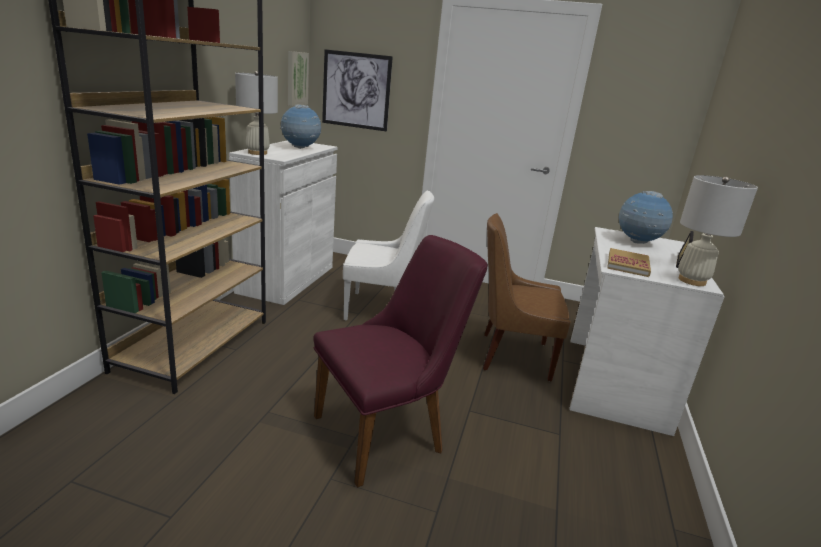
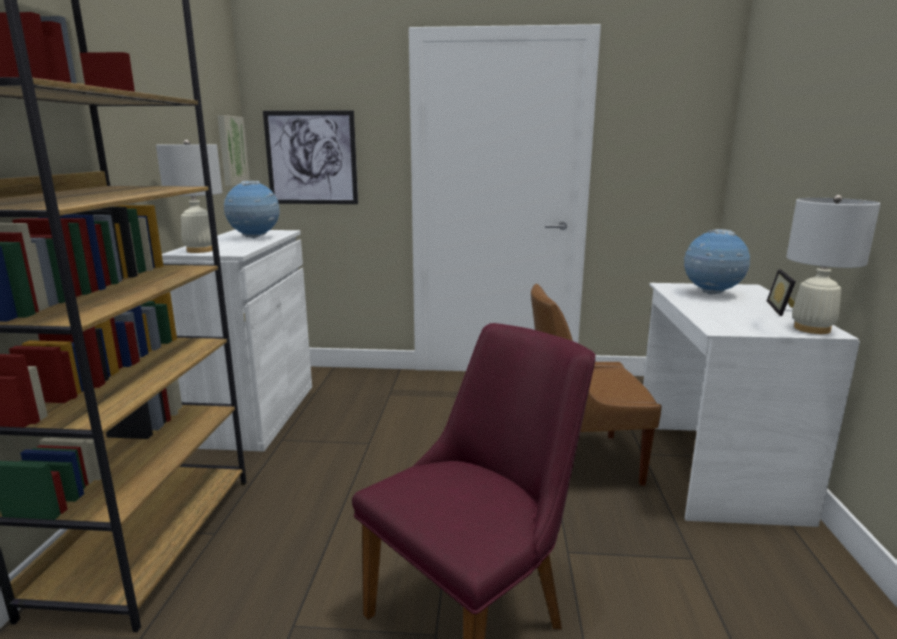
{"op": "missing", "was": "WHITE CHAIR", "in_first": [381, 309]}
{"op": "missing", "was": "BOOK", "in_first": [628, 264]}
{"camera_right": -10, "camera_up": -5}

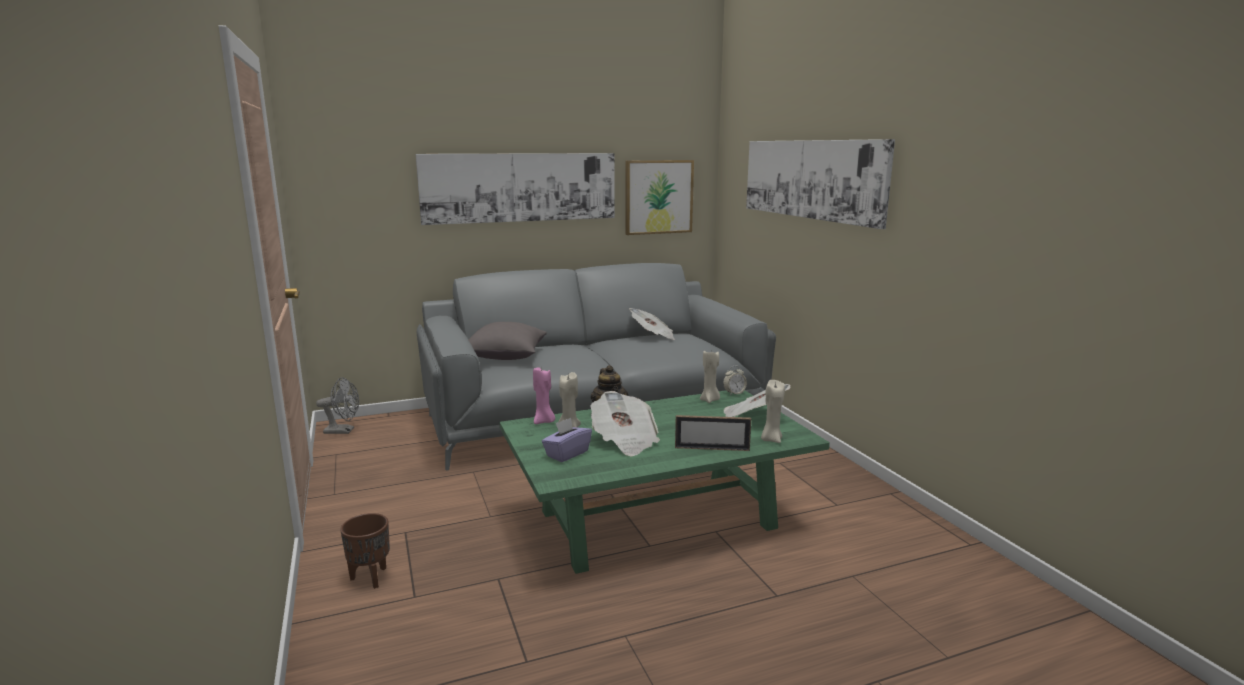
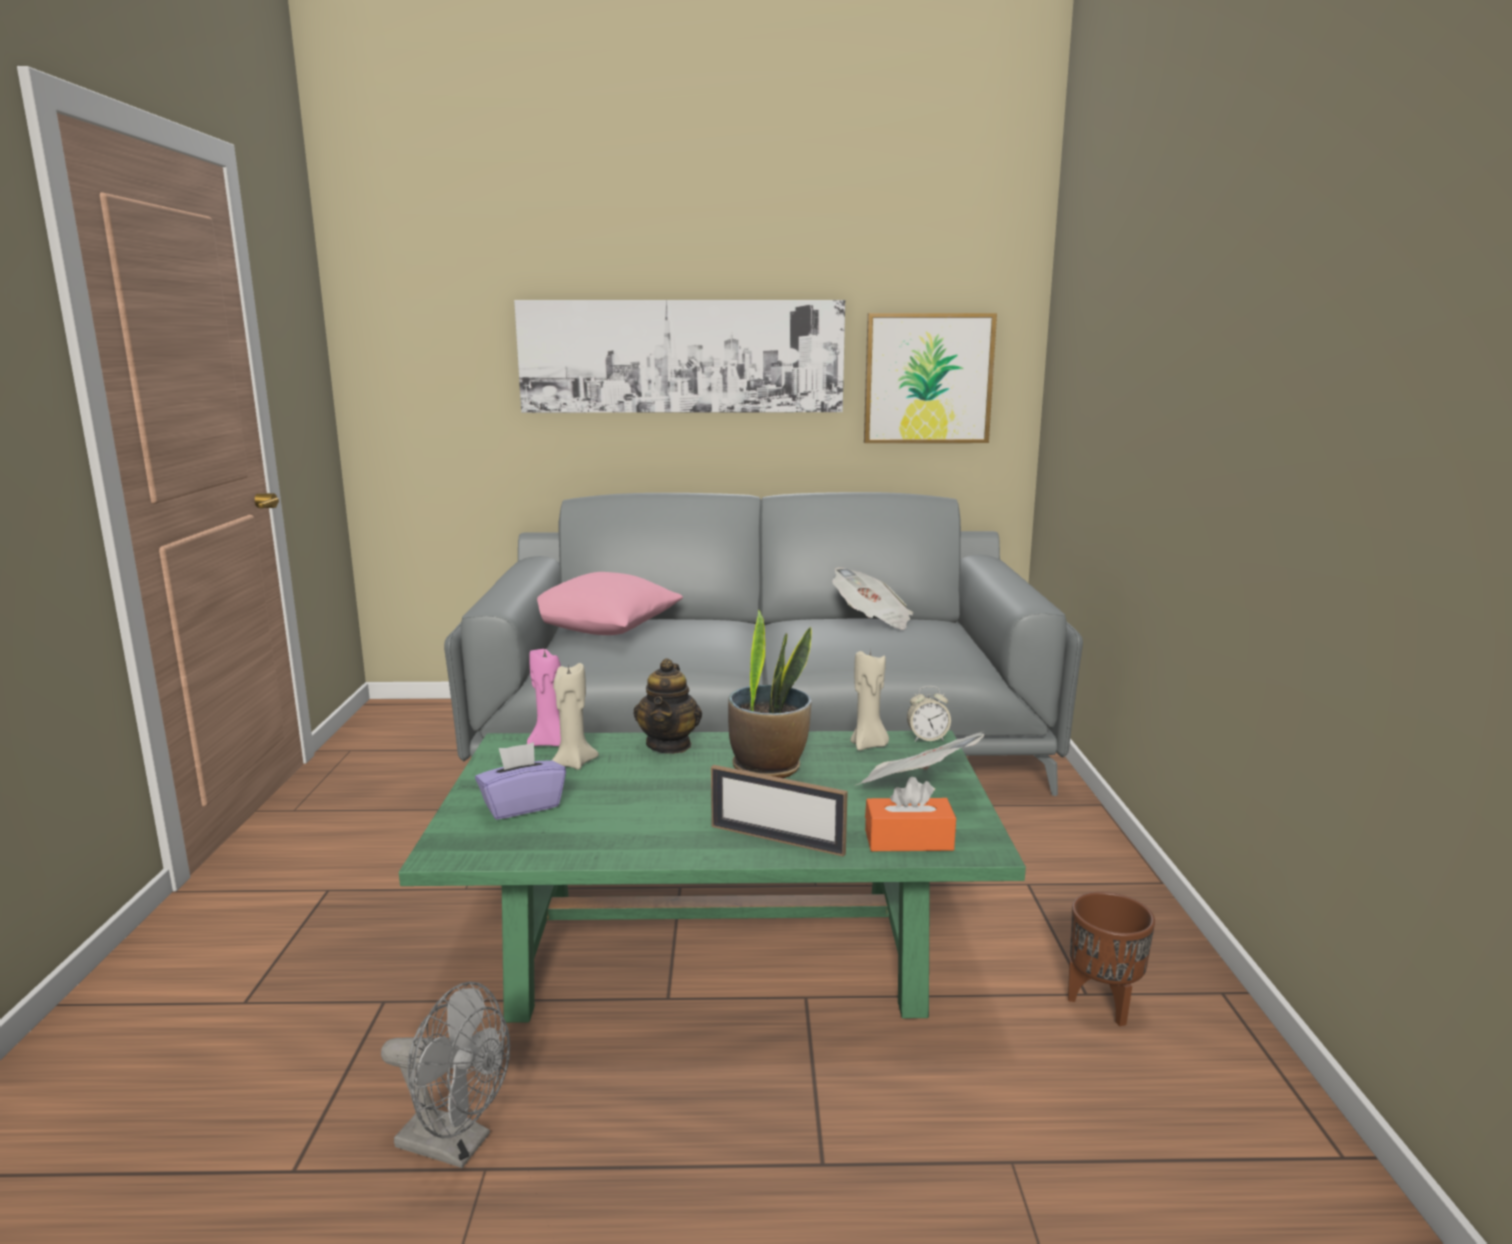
{"op": "relocated", "was": "GREY FAN", "in_first": [343, 431], "in_second": [456, 1144]}
{"op": "colour", "was": "GREY PILLOW", "now": "PINK PILLOW", "in_first": [505, 356], "in_second": [603, 629]}
{"op": "appeared", "now": "POTTED PLANT", "in_second": [768, 767]}
{"op": "exchanged", "was": "BEIGE CANDLE", "now": "ORANGE TISSUE BOX", "in_first": [771, 439], "in_second": [908, 840]}
{"op": "relocated", "was": "BROWN PLANTER", "in_first": [370, 578], "in_second": [1103, 1005]}
{"op": "missing", "was": "NEWSPAPER", "in_first": [624, 441]}
{"op": "missing", "was": "PICTURE", "in_first": [811, 179]}
{"camera_right": 20, "camera_up": 0}

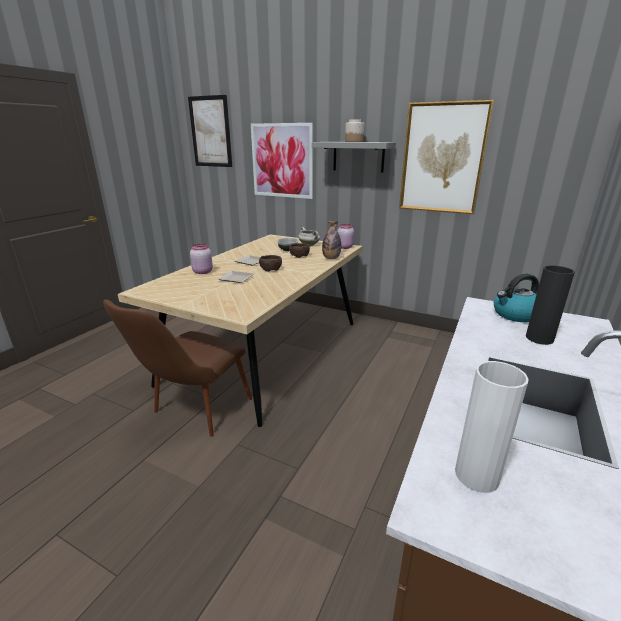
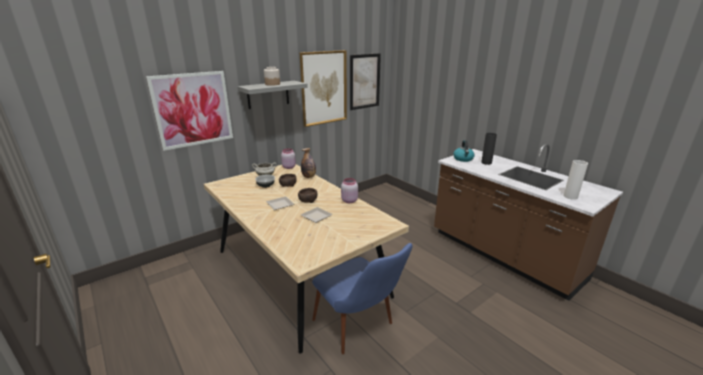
{"op": "colour", "was": "BROWN CHAIR", "now": "BLUE CHAIR", "in_first": [193, 414], "in_second": [360, 329]}
{"op": "relocated", "was": "PINK JAR", "in_first": [203, 272], "in_second": [349, 200]}
{"op": "relocated", "was": "PICTURE", "in_first": [210, 132], "in_second": [365, 81]}
{"camera_right": -65, "camera_up": 0}

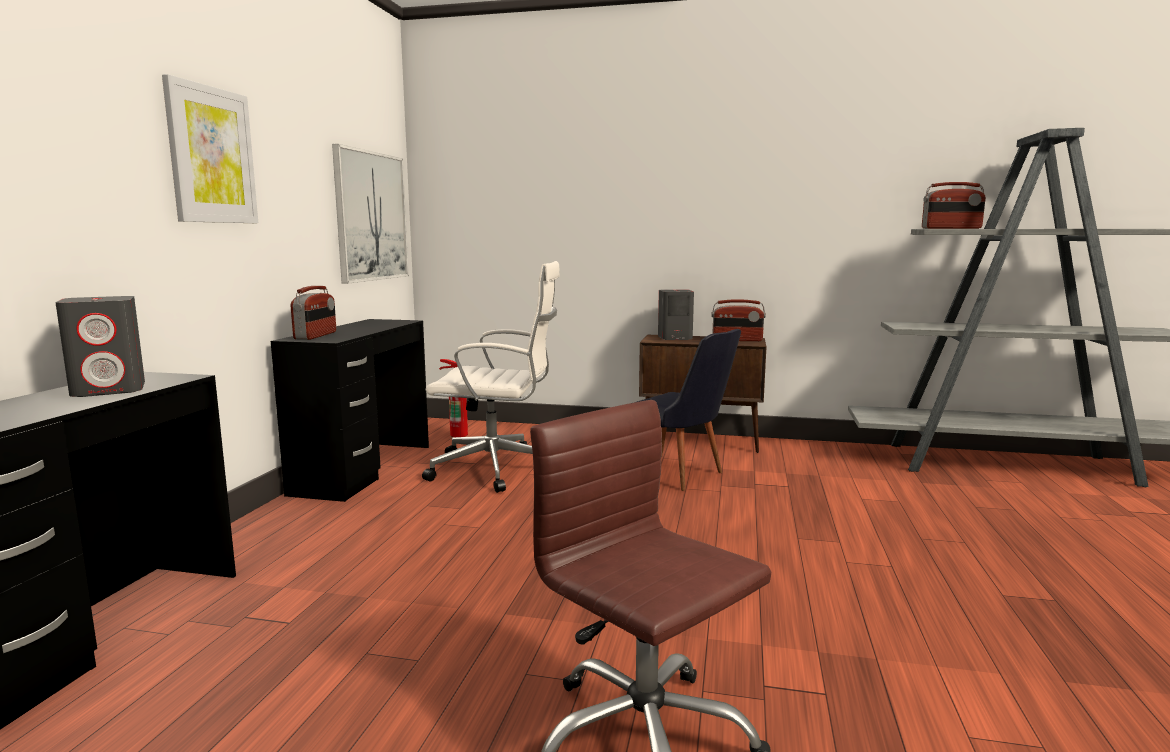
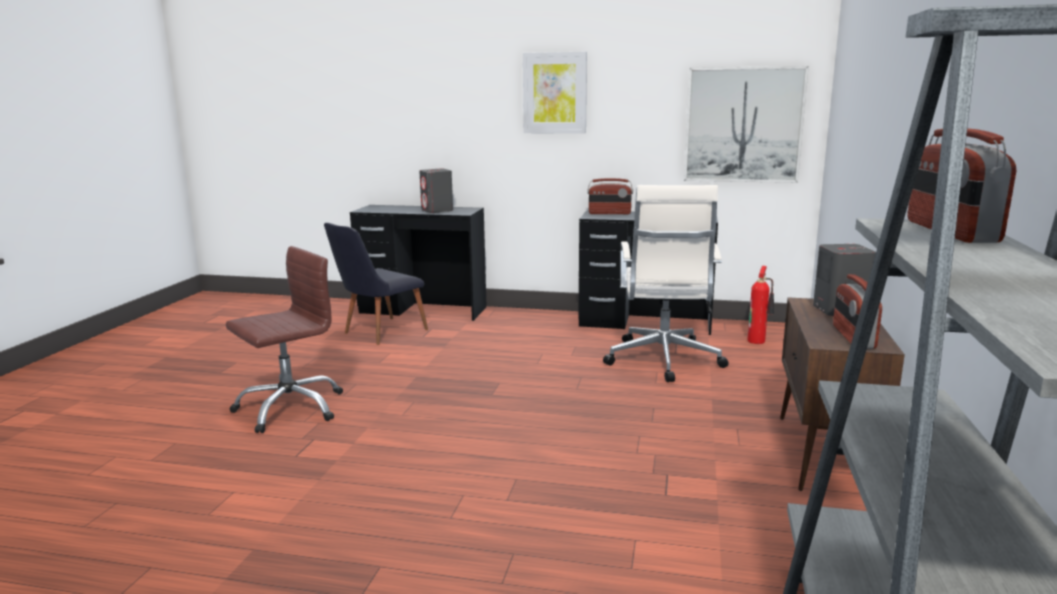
{"op": "relocated", "was": "BLACK CHAIR", "in_first": [678, 475], "in_second": [378, 333]}
{"camera_right": 90, "camera_up": 5}

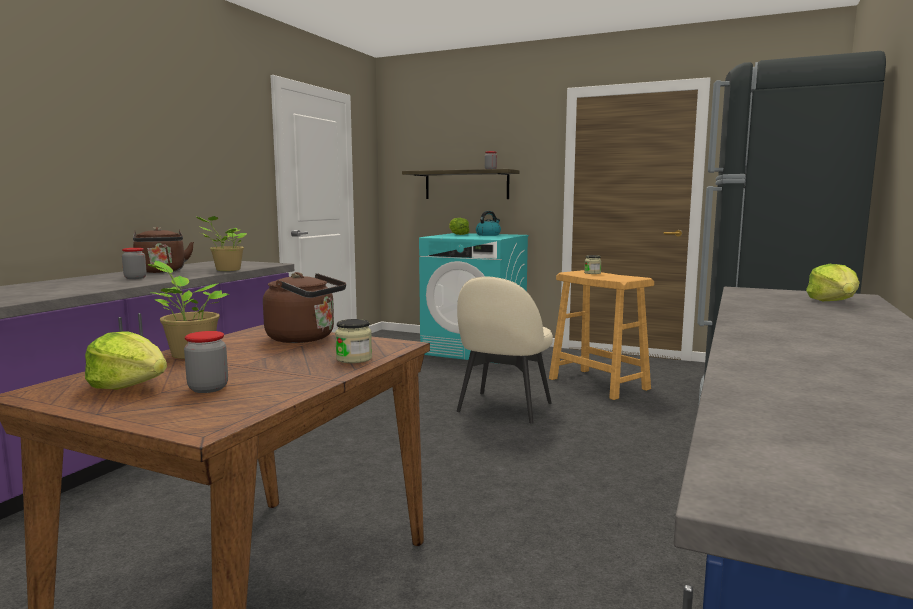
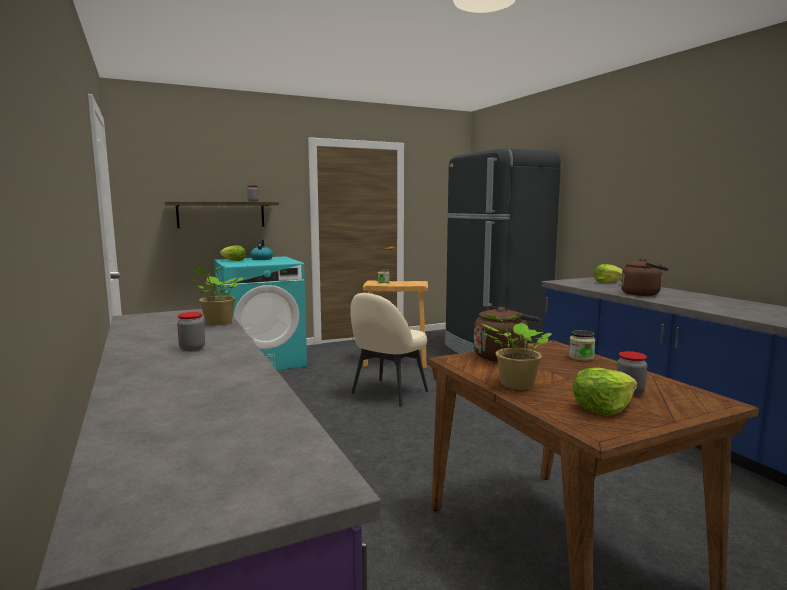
{"op": "spun", "was": "BEIGE CHAIR", "in_first": [503, 408], "in_second": [388, 393], "clockwise": 60}
{"op": "relocated", "was": "BROWN KETTLE", "in_first": [161, 271], "in_second": [642, 294]}
{"camera_right": -50, "camera_up": 0}

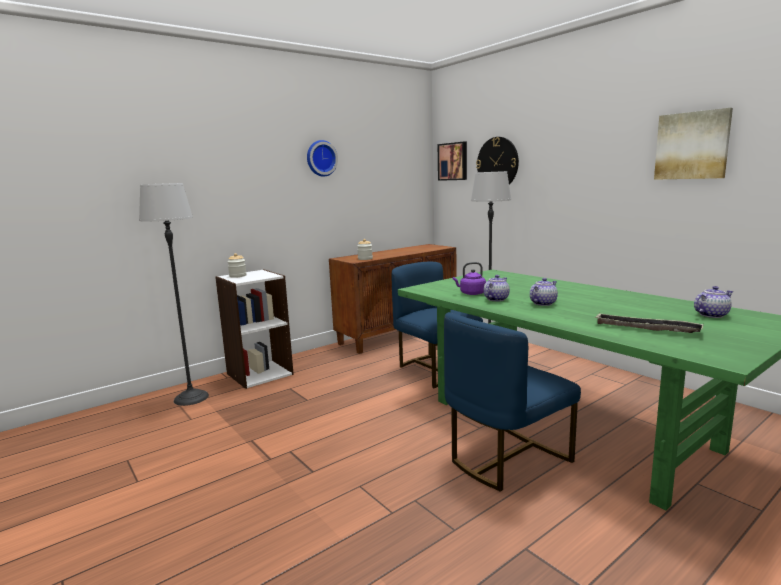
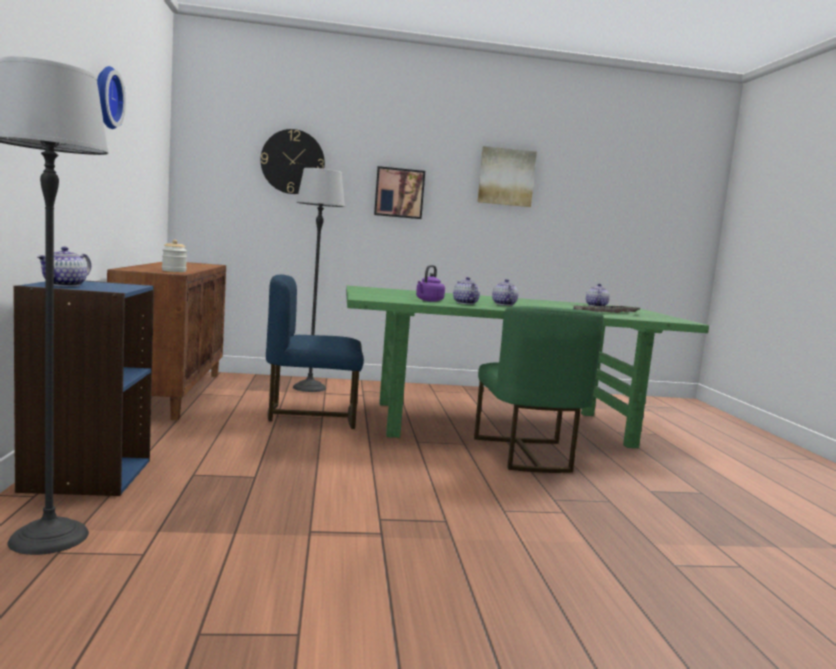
{"op": "colour", "was": "WHITE BOOKCASE", "now": "BLUE BOOKCASE", "in_first": [259, 374], "in_second": [86, 475]}
{"op": "exchanged", "was": "JAR", "now": "TEAPOT", "in_first": [238, 276], "in_second": [65, 285]}
{"op": "relocated", "was": "PICTURE", "in_first": [453, 161], "in_second": [399, 193]}
{"op": "colour", "was": "BLUE CHAIR", "now": "GREEN CHAIR", "in_first": [505, 458], "in_second": [527, 455]}
{"camera_right": -60, "camera_up": -5}

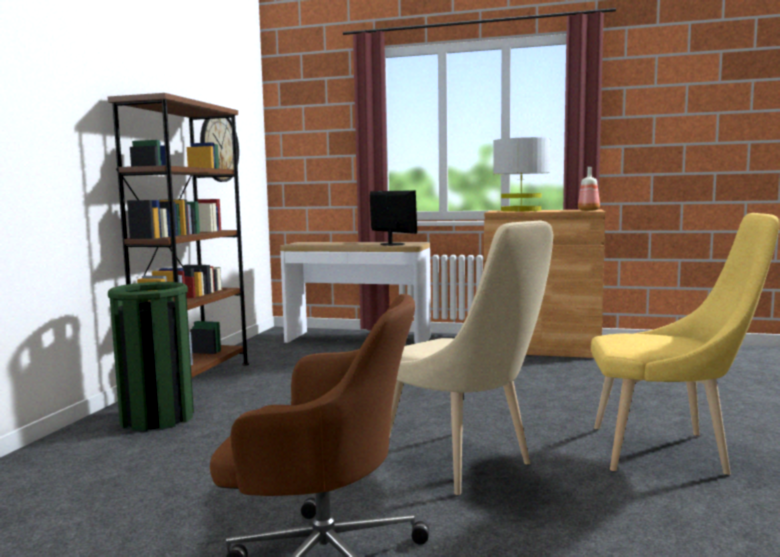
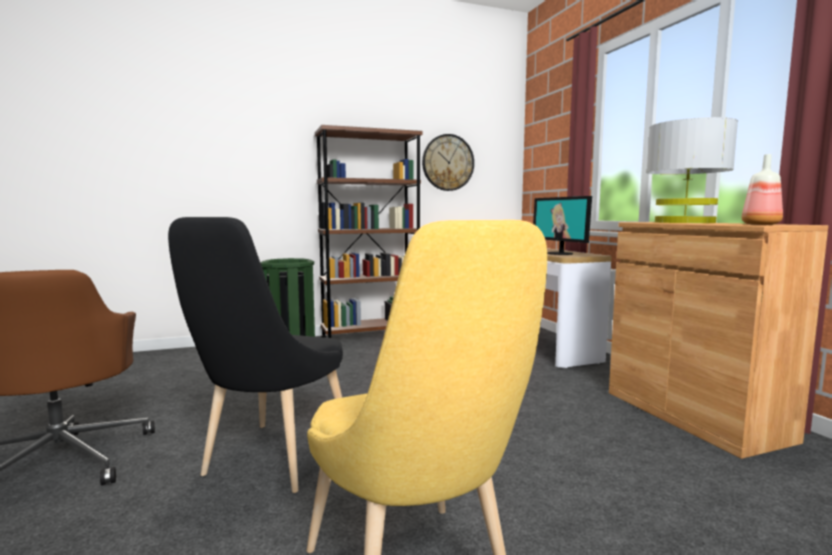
{"op": "colour", "was": "BEIGE CHAIR", "now": "BLACK CHAIR", "in_first": [463, 465], "in_second": [272, 461]}
{"op": "spun", "was": "MONITOR", "in_first": [391, 244], "in_second": [560, 253], "clockwise": 135}
{"camera_right": 55, "camera_up": 0}

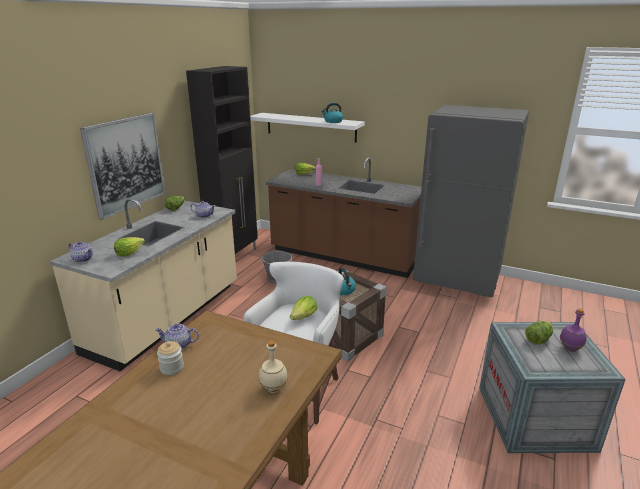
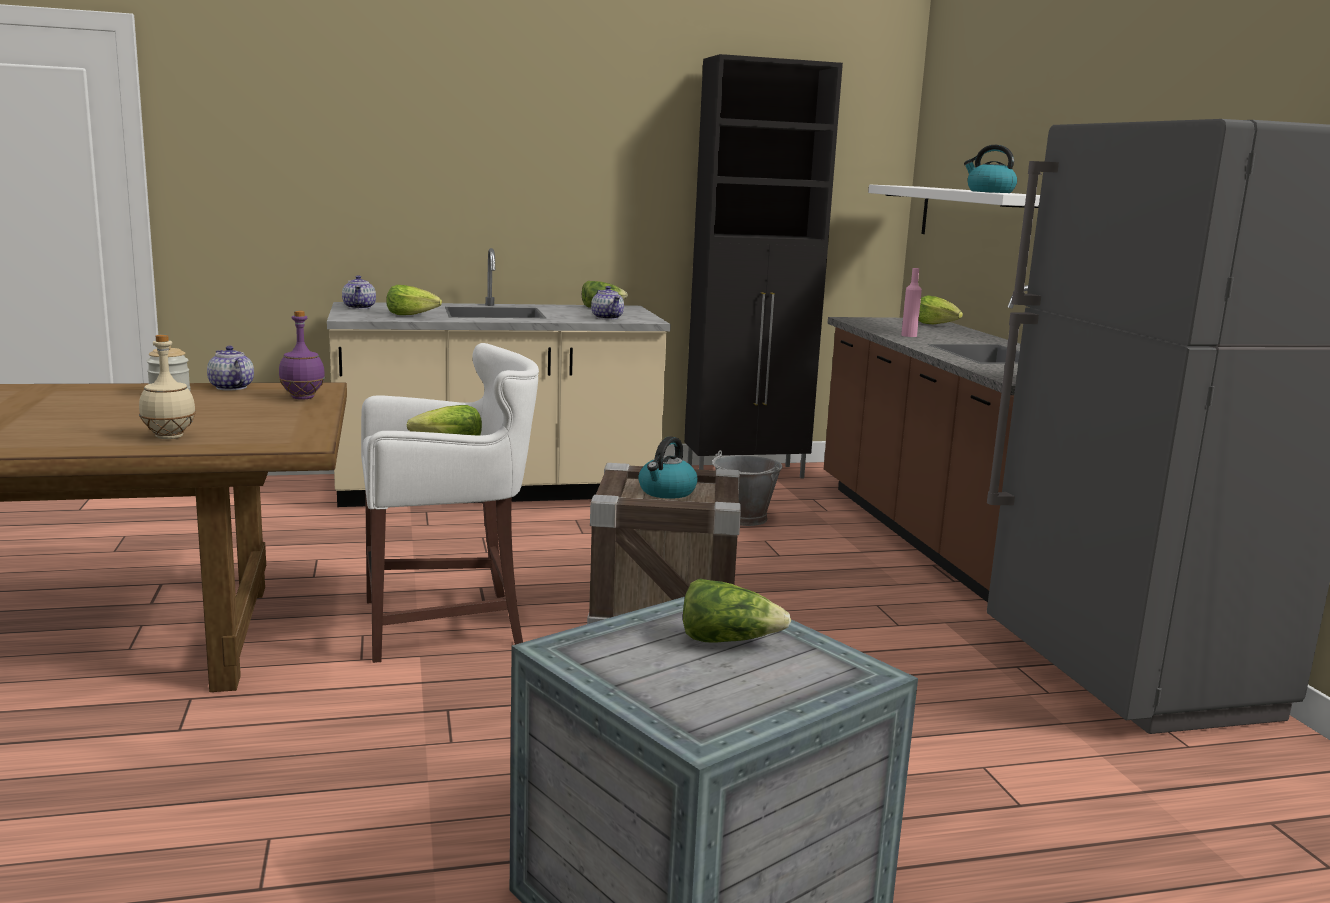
{"op": "relocated", "was": "PURPLE BOTTLE", "in_first": [570, 349], "in_second": [302, 398]}
{"op": "missing", "was": "PICTURE", "in_first": [125, 164]}
{"camera_right": 50, "camera_up": -10}

